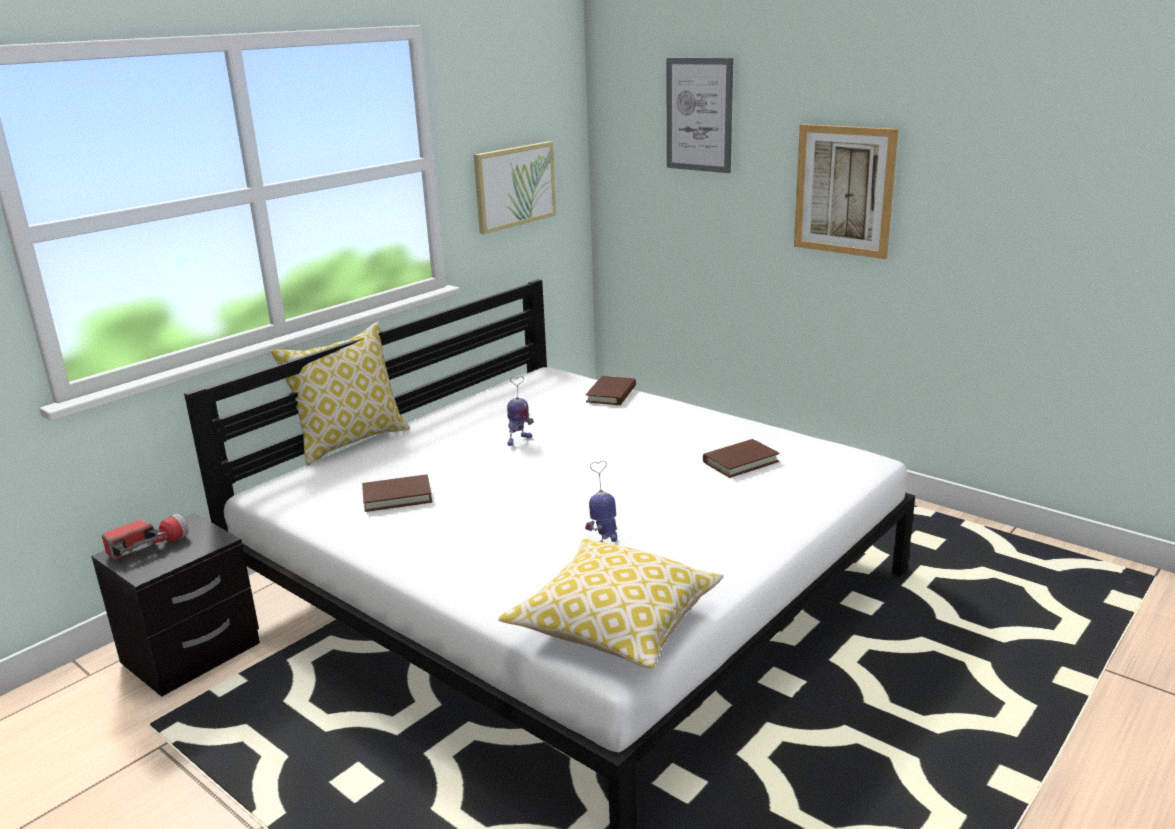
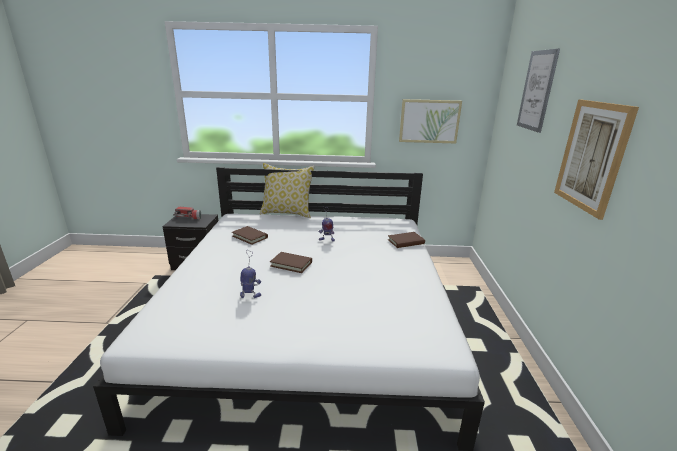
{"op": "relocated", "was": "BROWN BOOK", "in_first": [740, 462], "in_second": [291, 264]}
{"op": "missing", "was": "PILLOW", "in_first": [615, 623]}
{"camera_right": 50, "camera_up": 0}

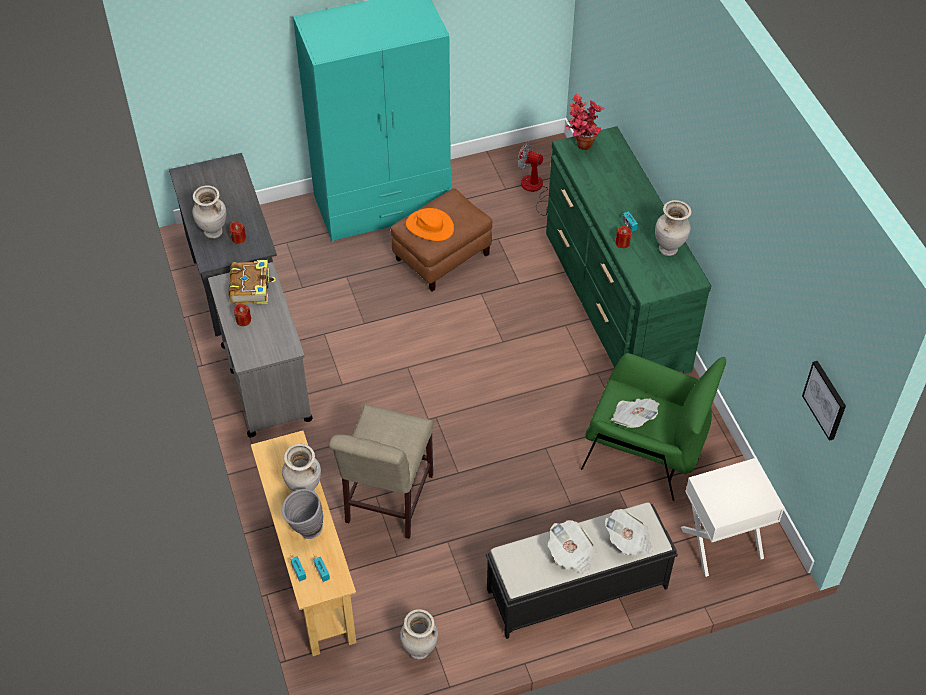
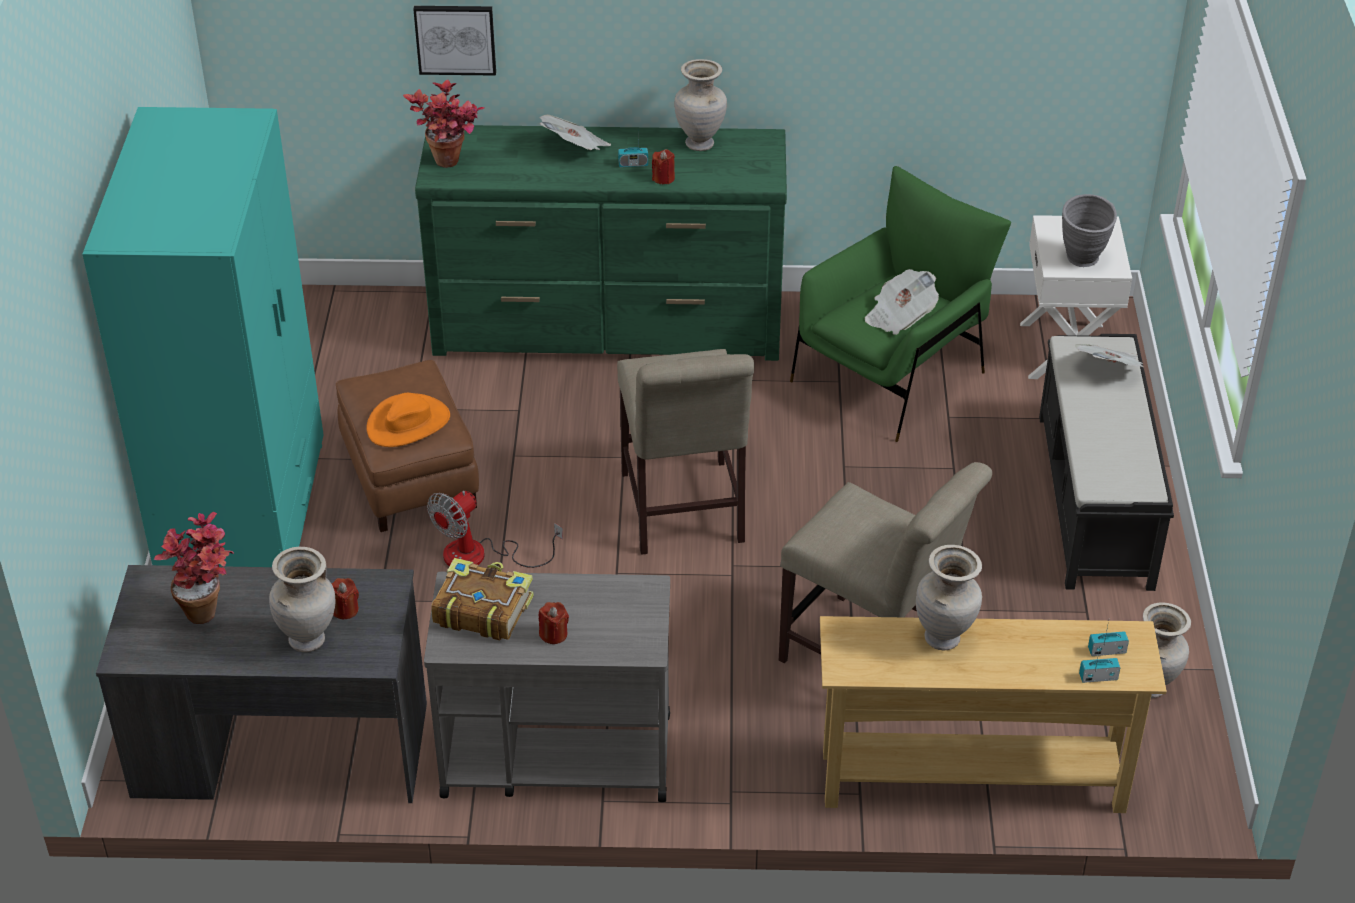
{"op": "appeared", "now": "POTTED PLANT", "in_second": [208, 607]}
{"op": "relocated", "was": "PICTURE", "in_first": [825, 400], "in_second": [455, 39]}
{"op": "relocated", "was": "FAN", "in_first": [534, 189], "in_second": [480, 556]}
{"op": "relocated", "was": "NEWSPAPER", "in_first": [571, 555], "in_second": [575, 149]}
{"op": "appeared", "now": "BEIGE CHAIR", "in_second": [682, 513]}
{"op": "relocated", "was": "GREY VASE", "in_first": [305, 530], "in_second": [1082, 262]}
{"camera_right": -70, "camera_up": -10}

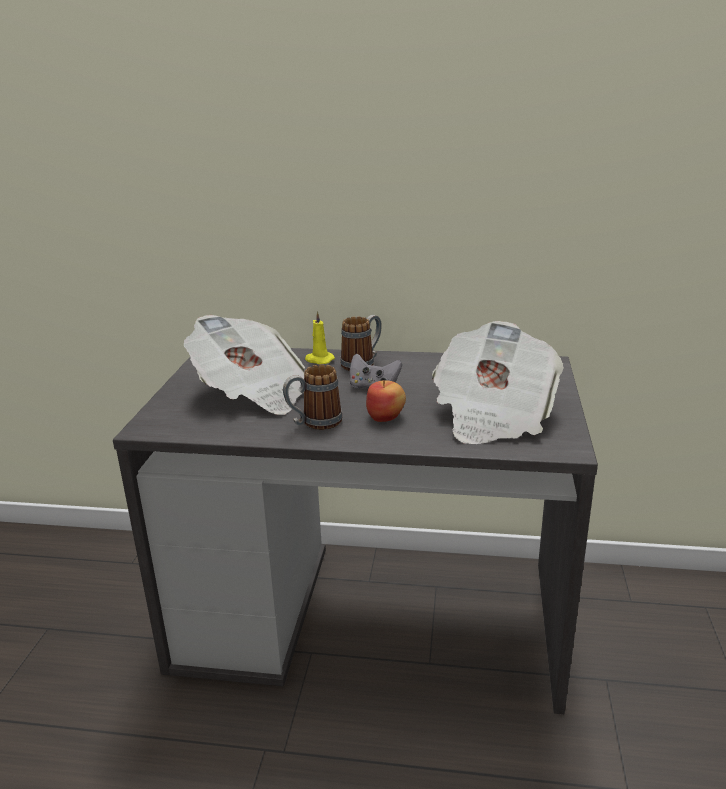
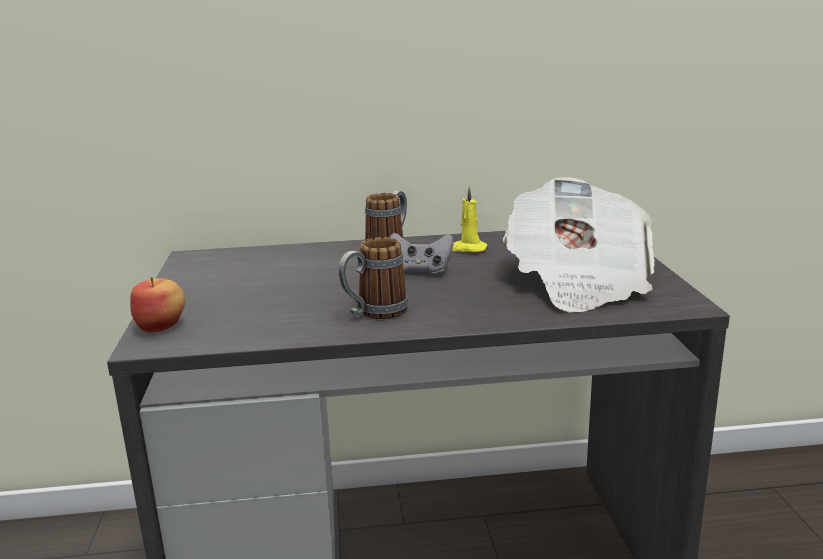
{"op": "relocated", "was": "APPLE", "in_first": [386, 417], "in_second": [161, 326]}
{"op": "relocated", "was": "YELLOW CANDLE", "in_first": [318, 360], "in_second": [467, 249]}
{"op": "missing", "was": "NEWSPAPER", "in_first": [253, 393]}
{"camera_right": -15, "camera_up": -5}

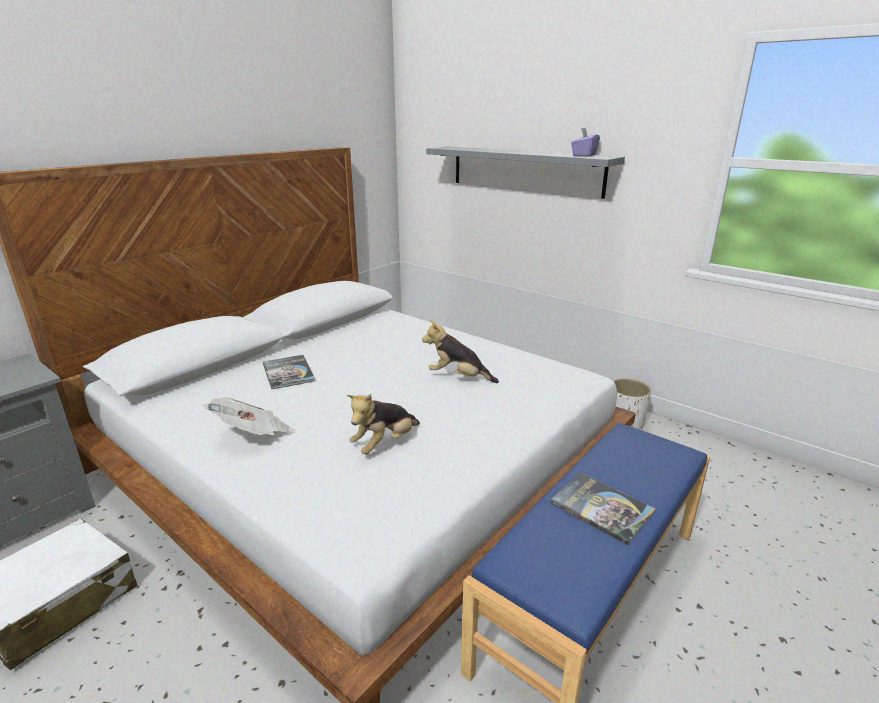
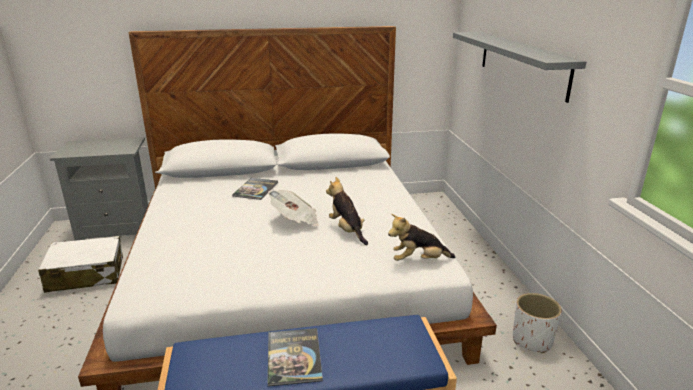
{"op": "relocated", "was": "NEWSPAPER", "in_first": [253, 434], "in_second": [295, 220]}
{"op": "relocated", "was": "PLUSH TOY", "in_first": [385, 444], "in_second": [418, 261]}
{"op": "missing", "was": "PURPLE TISSUE BOX", "in_first": [583, 155]}
{"camera_right": 40, "camera_up": 0}

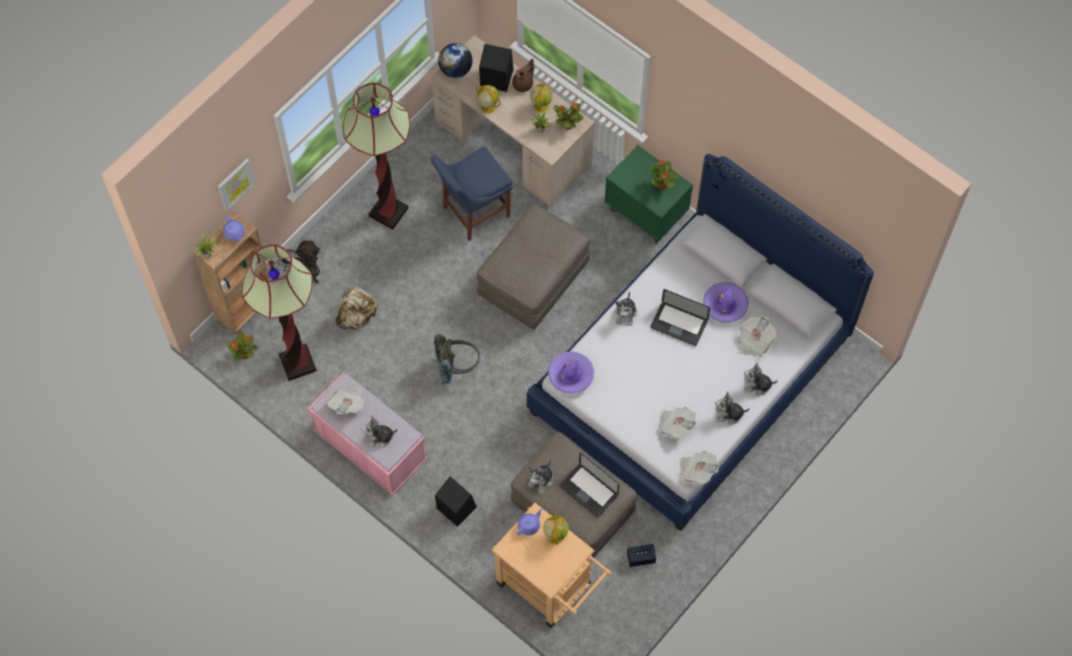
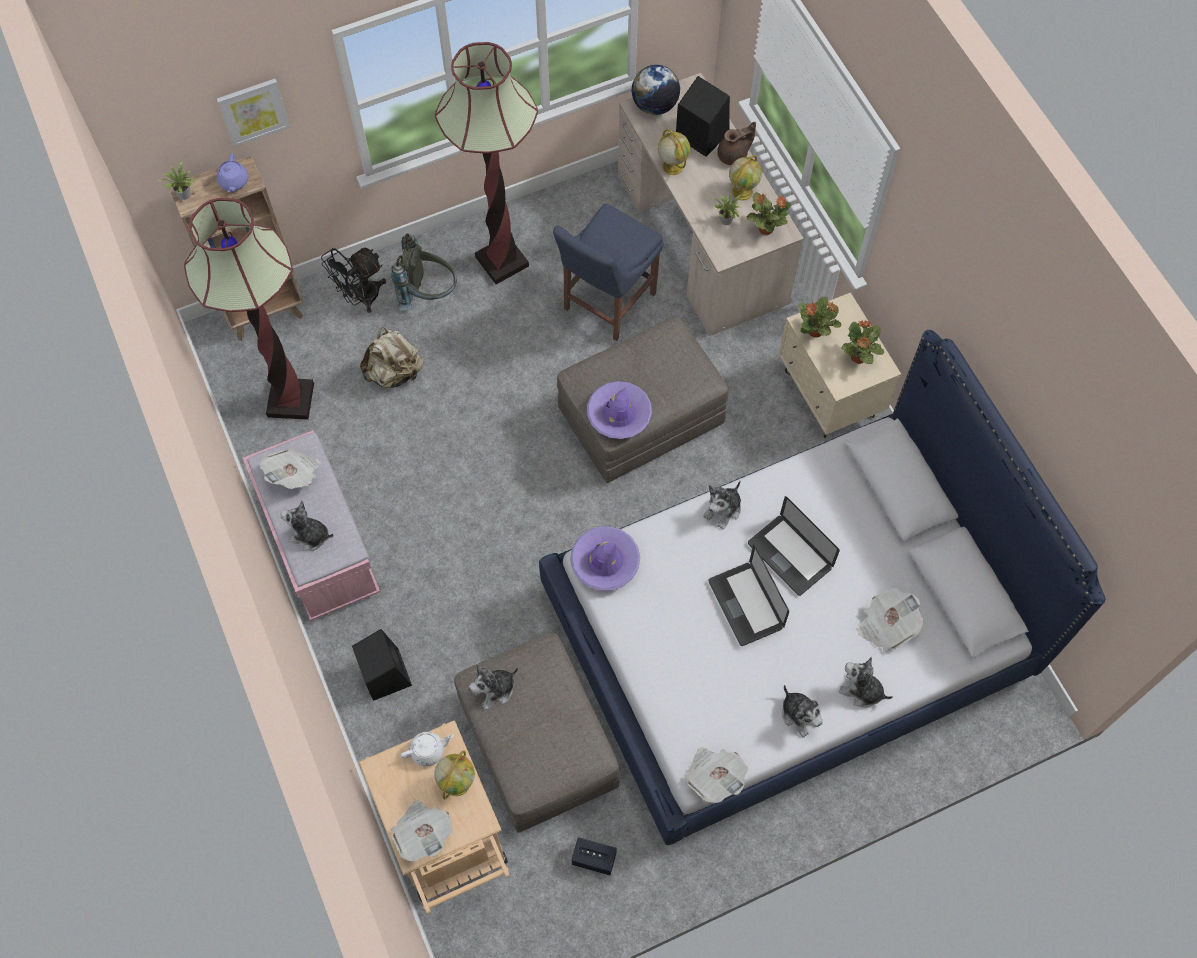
{"op": "relocated", "was": "GREY BACKPACK", "in_first": [457, 367], "in_second": [428, 294]}
{"op": "relocated", "was": "NEWSPAPER", "in_first": [675, 425], "in_second": [423, 833]}
{"op": "colour", "was": "PURPLE TEAPOT", "now": "WHITE TEAPOT", "in_first": [529, 525], "in_second": [428, 750]}
{"op": "spun", "was": "BLUE CHAIR", "in_first": [473, 213], "in_second": [606, 304], "clockwise": -45}
{"op": "relocated", "was": "PURPLE HAT", "in_first": [725, 305], "in_second": [619, 414]}
{"op": "relocated", "was": "LAPTOP", "in_first": [588, 491], "in_second": [745, 604]}
{"op": "colour", "was": "GREEN NIGHTSTAND", "now": "BEIGE NIGHTSTAND", "in_first": [646, 214], "in_second": [829, 395]}
{"op": "spun", "was": "PLUSH TOY", "in_first": [729, 414], "in_second": [800, 714], "clockwise": -150}
{"op": "relocated", "was": "POTTED PLANT", "in_first": [245, 354], "in_second": [816, 331]}
{"camera_right": 25, "camera_up": 0}

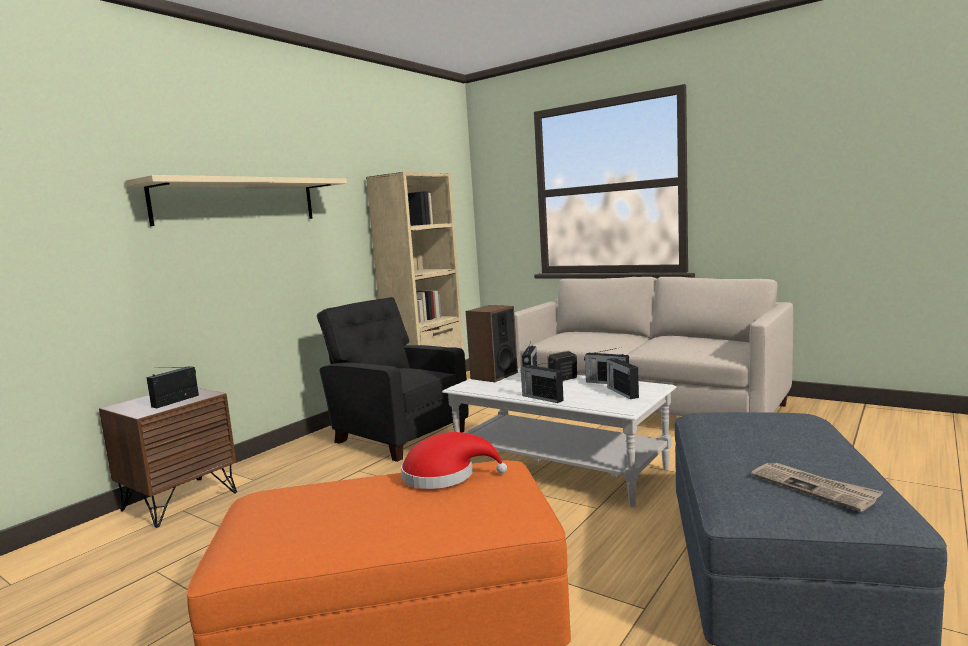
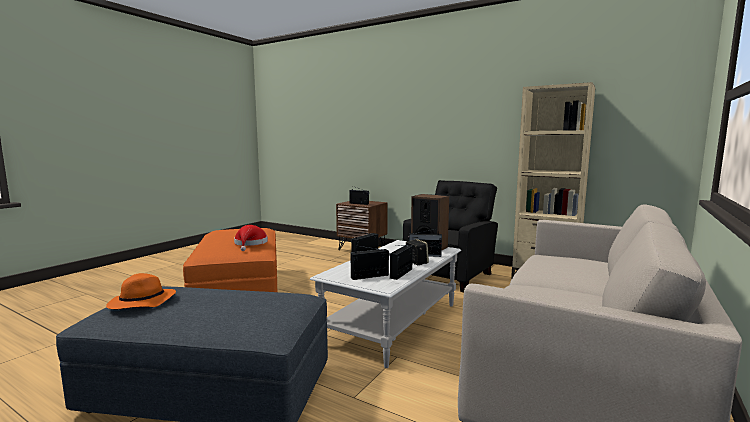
{"op": "exchanged", "was": "NEWSPAPER", "now": "ORANGE HAT", "in_first": [814, 488], "in_second": [141, 303]}
{"op": "missing", "was": "BEIGE SHELF", "in_first": [237, 201]}
{"camera_right": 85, "camera_up": 0}

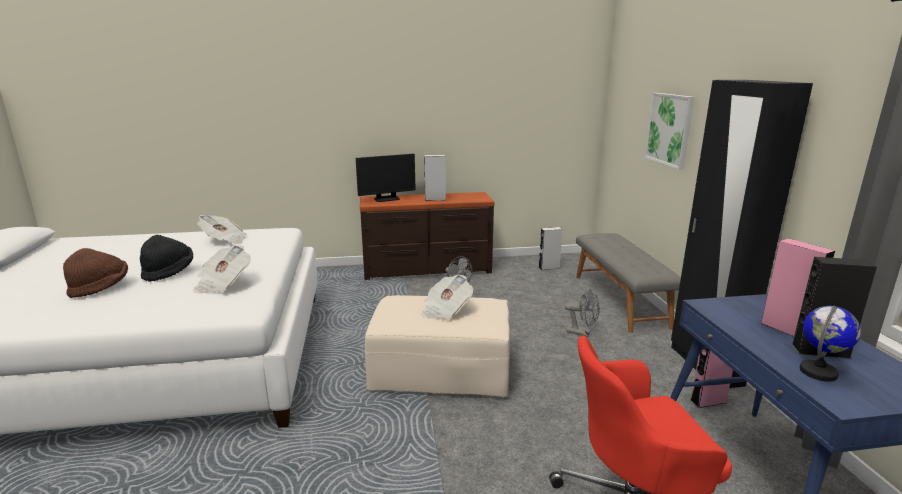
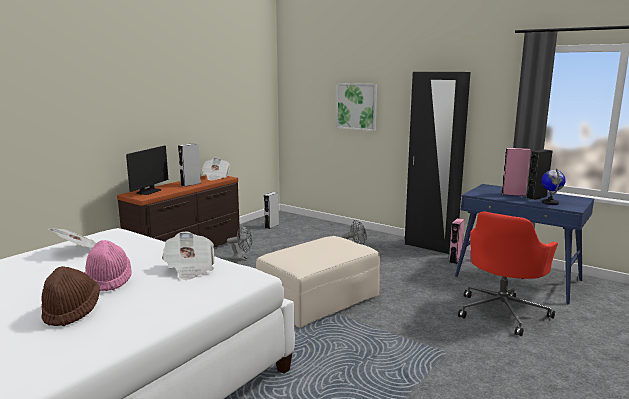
{"op": "colour", "was": "BLACK HAT", "now": "PINK HAT", "in_first": [169, 272], "in_second": [109, 280]}
{"op": "relocated", "was": "NEWSPAPER", "in_first": [445, 310], "in_second": [216, 177]}
{"op": "missing", "was": "GREY BENCH", "in_first": [620, 300]}
{"camera_right": -45, "camera_up": -5}

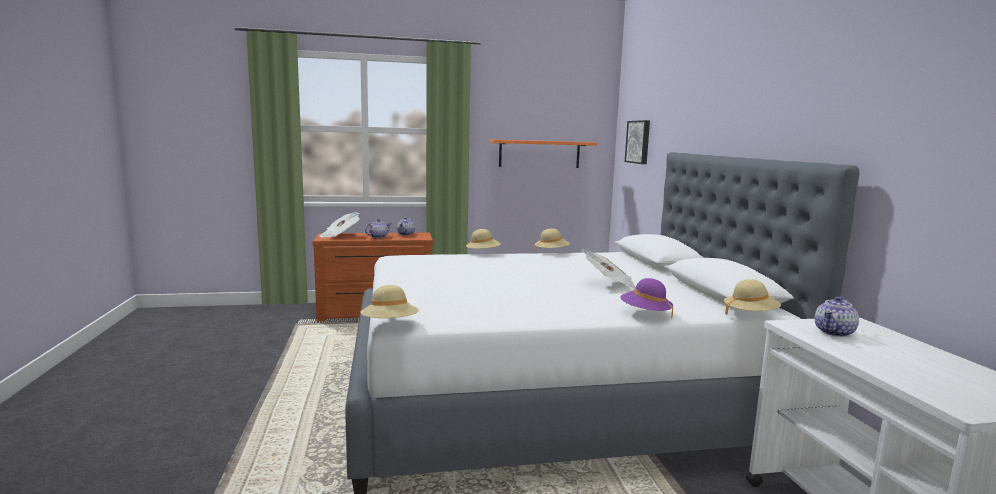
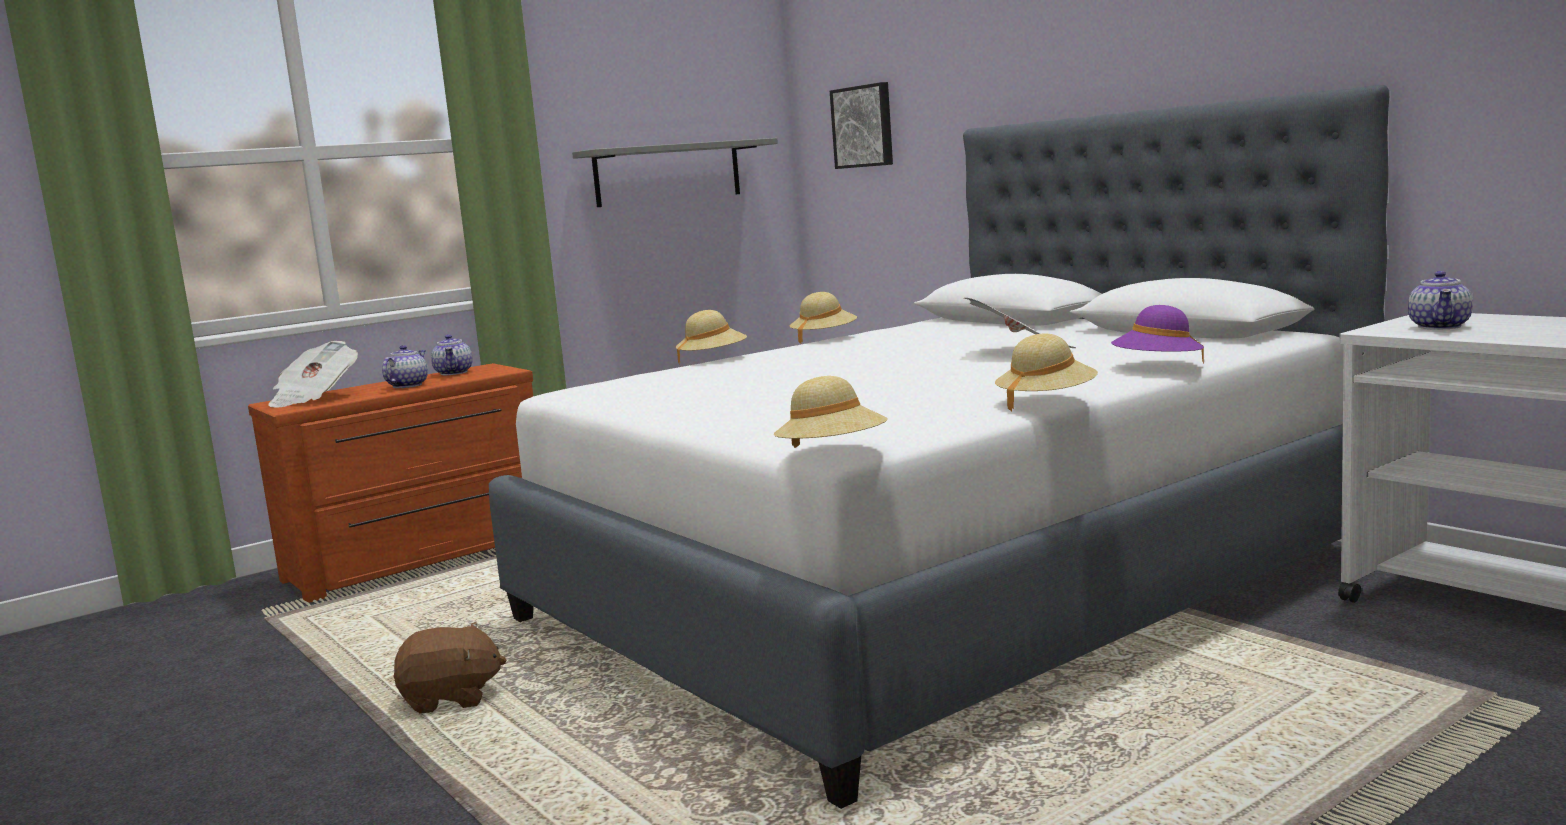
{"op": "appeared", "now": "BROWN PLUSH TOY", "in_second": [451, 699]}
{"op": "colour", "was": "ORANGE SHELF", "now": "GREY SHELF", "in_first": [539, 154], "in_second": [668, 173]}
{"op": "relocated", "was": "BEIGE HAT", "in_first": [750, 315], "in_second": [1046, 402]}
{"camera_right": -25, "camera_up": 0}

